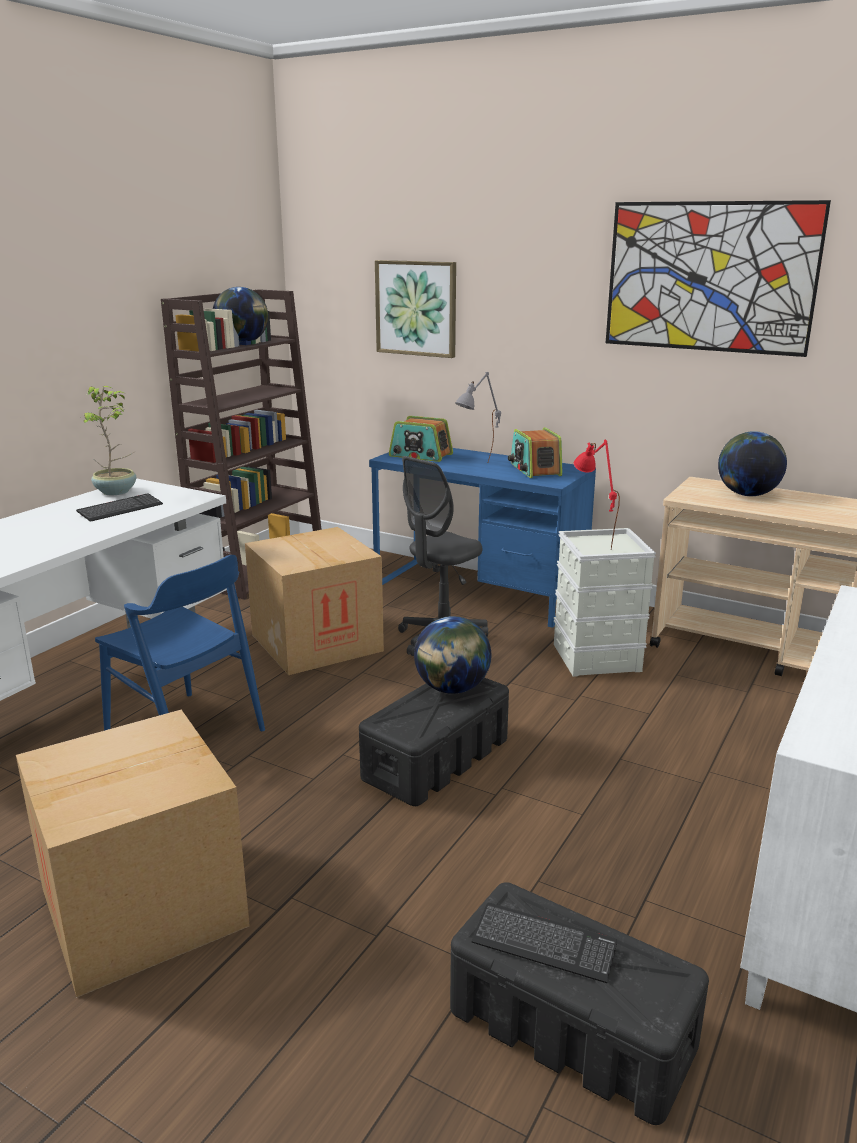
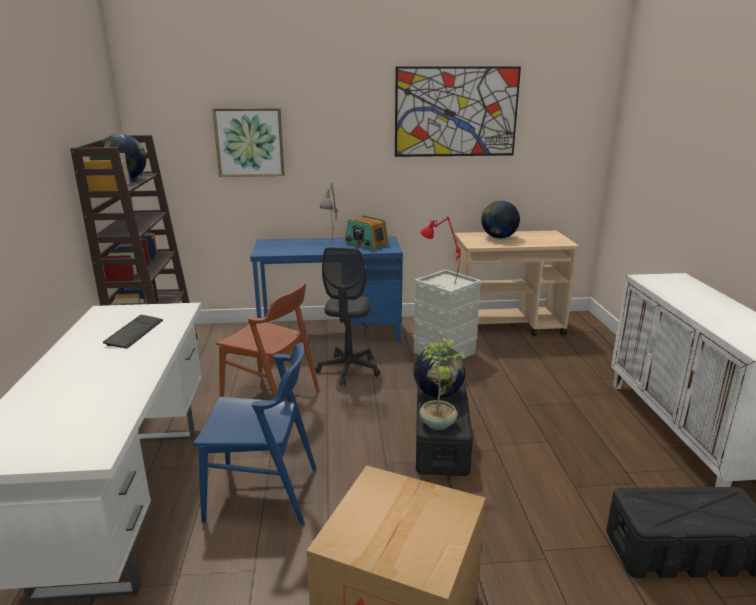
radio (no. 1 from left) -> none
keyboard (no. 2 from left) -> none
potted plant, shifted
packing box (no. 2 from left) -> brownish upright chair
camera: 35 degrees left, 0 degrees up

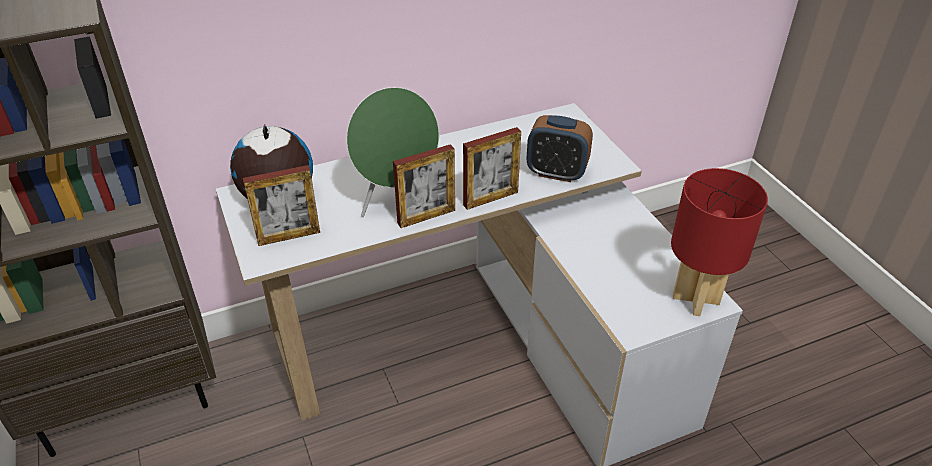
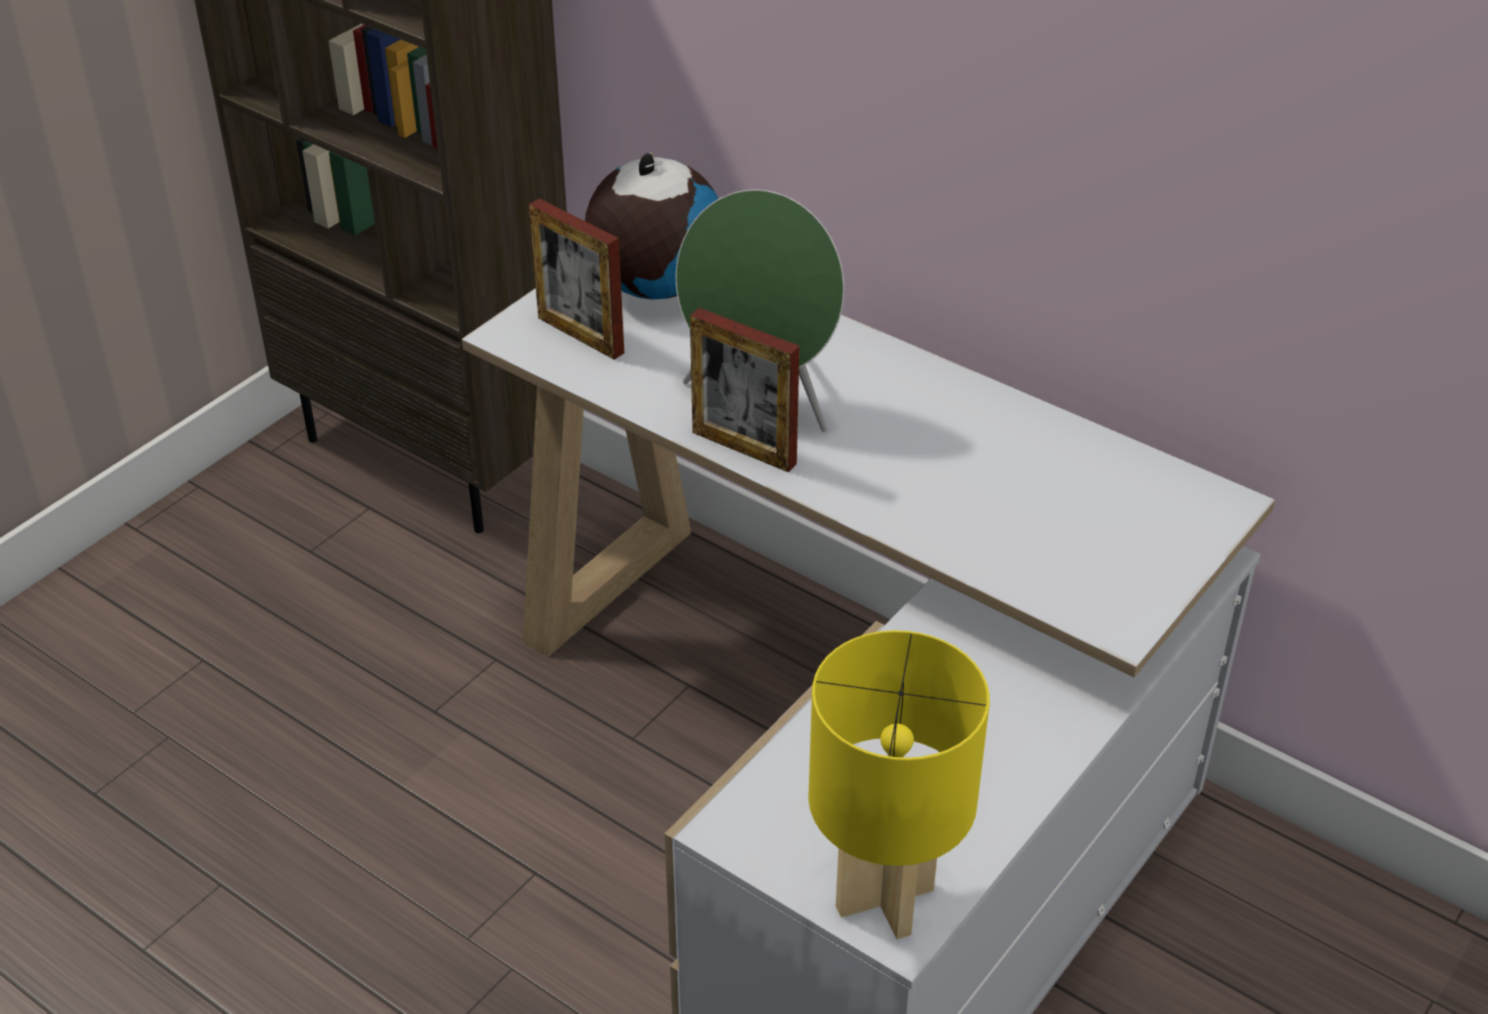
standing frame (no. 3 from left) -> none
bedside clock -> none
reddish table lamp -> yellow-coloured table lamp
camera: 60 degrees right, 0 degrees up

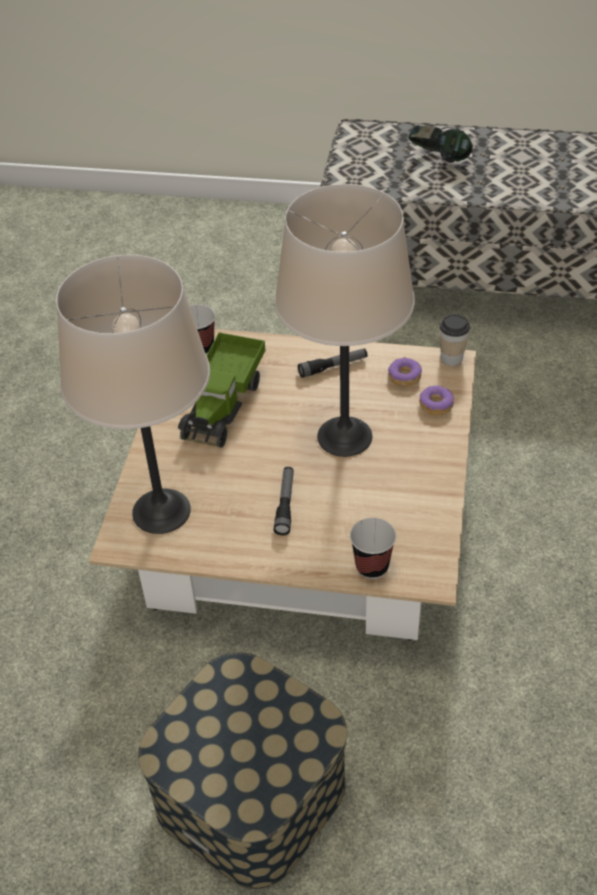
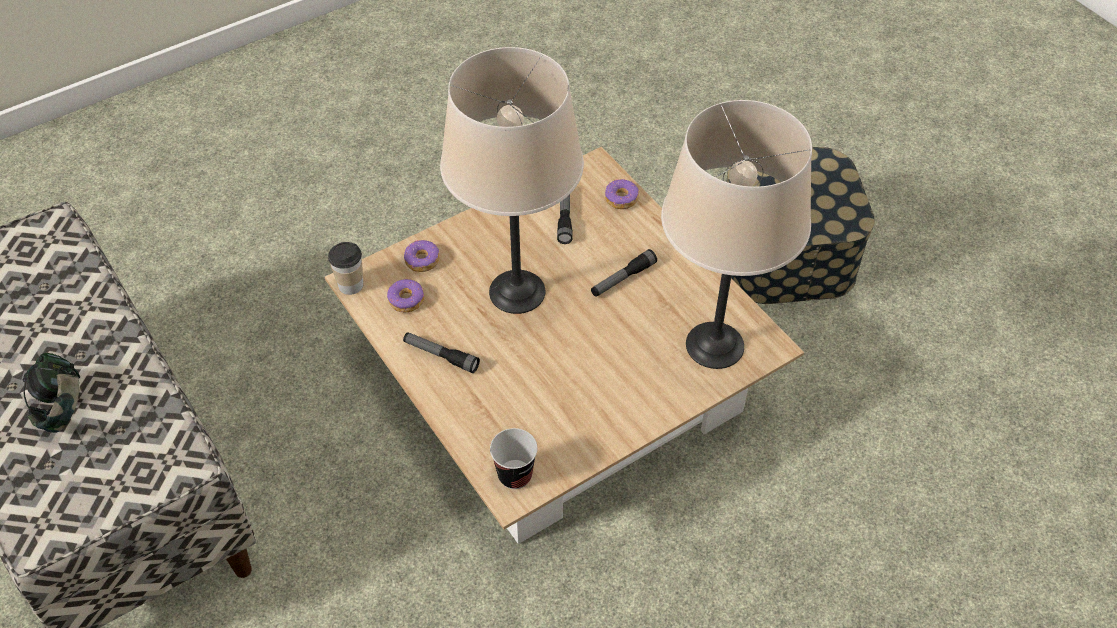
toy lorry -> none
none -> torch (no. 2 from left)
cup (no. 2 from left) -> ring doughnut (no. 3 from left)
camera: 135 degrees left, 5 degrees up

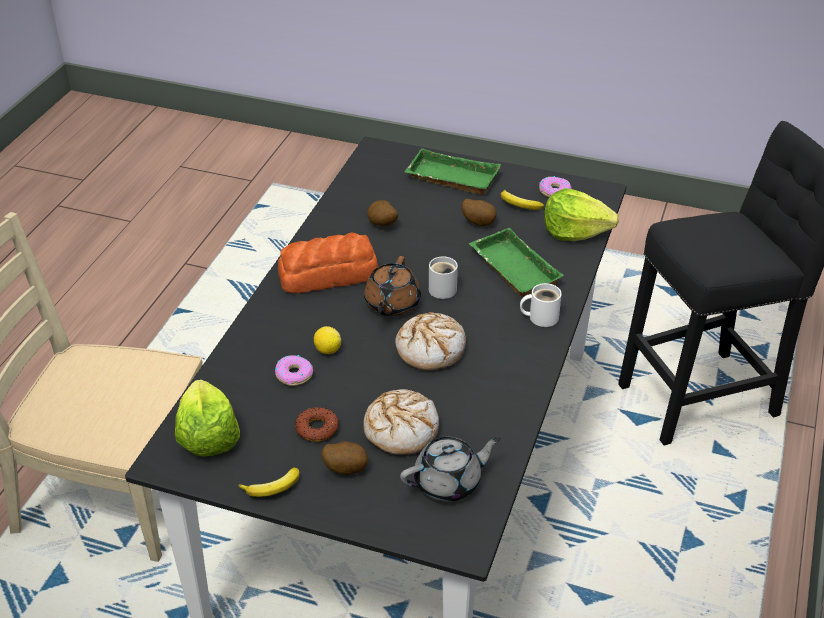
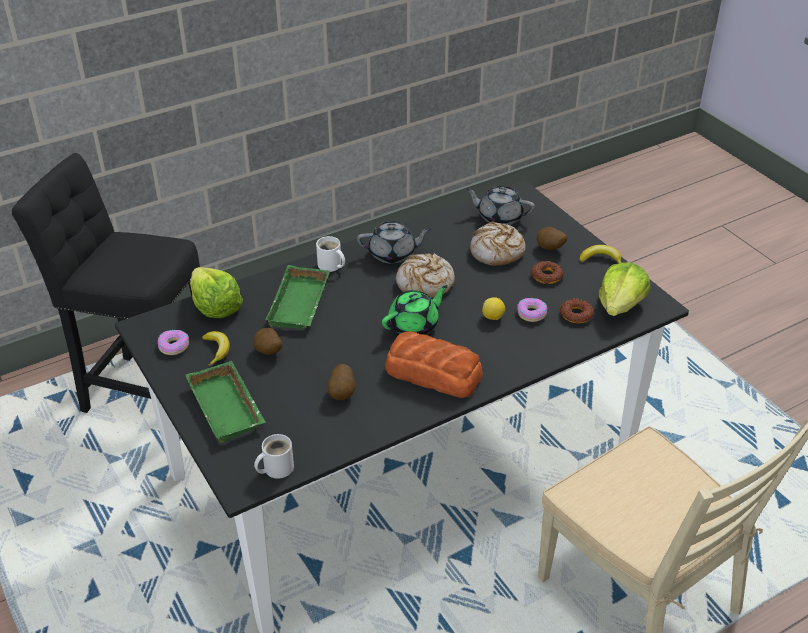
none -> grey teapot (no. 1 from left)
none -> ring doughnut (no. 4 from left)
white mug (no. 1 from left), shifted
brownish teapot -> green-coloured teapot
camera: 140 degrees left, 0 degrees up

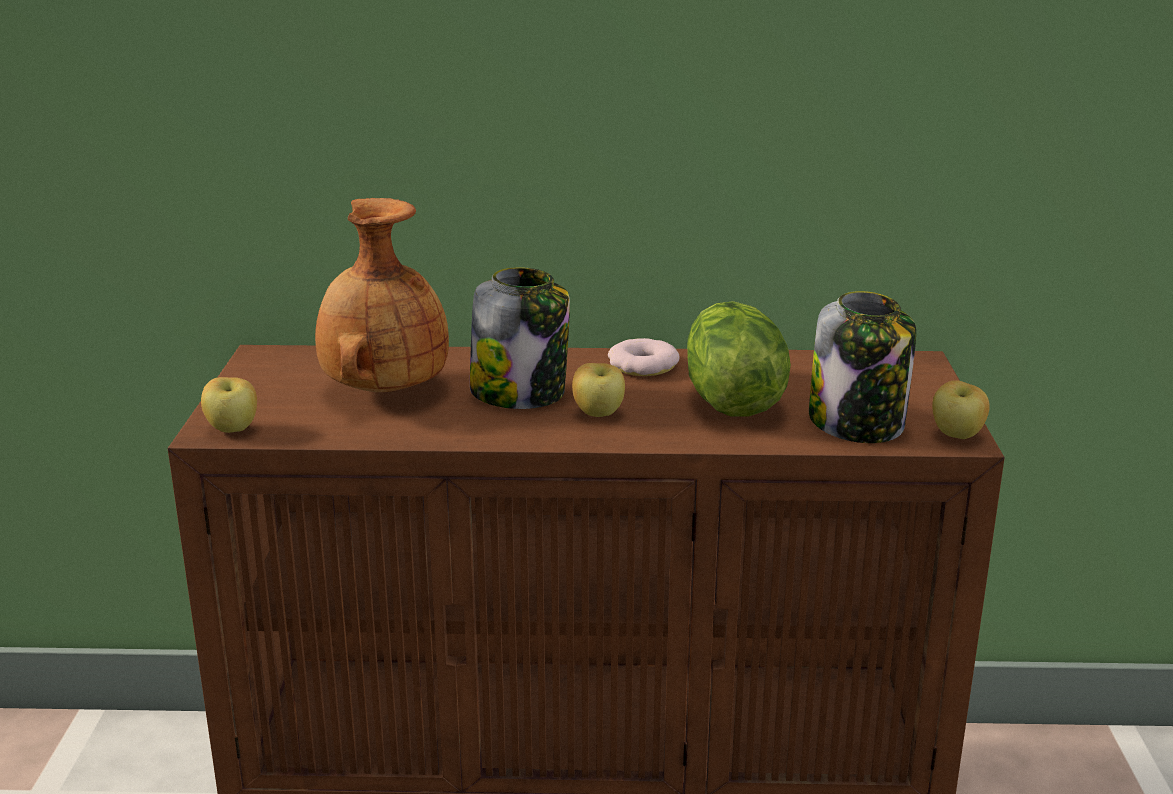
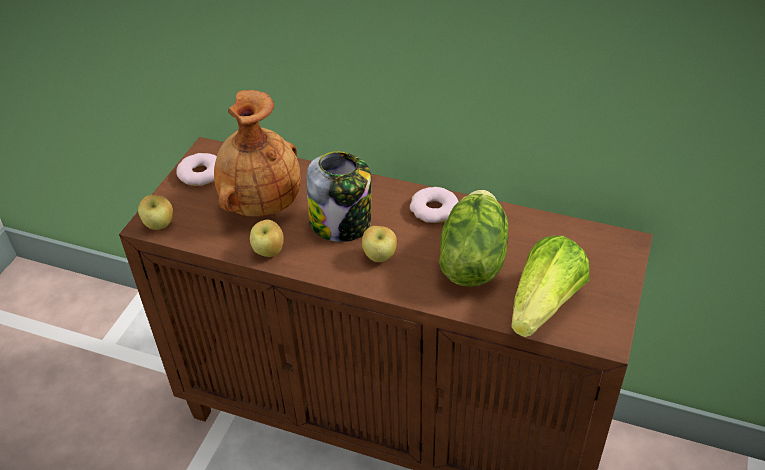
none -> ring doughnut (no. 1 from left)
apple (no. 3 from left in the first image) -> apple (no. 2 from left), shifted
jar (no. 2 from left) -> lettuce (no. 2 from left)
camera: 20 degrees right, 20 degrees up

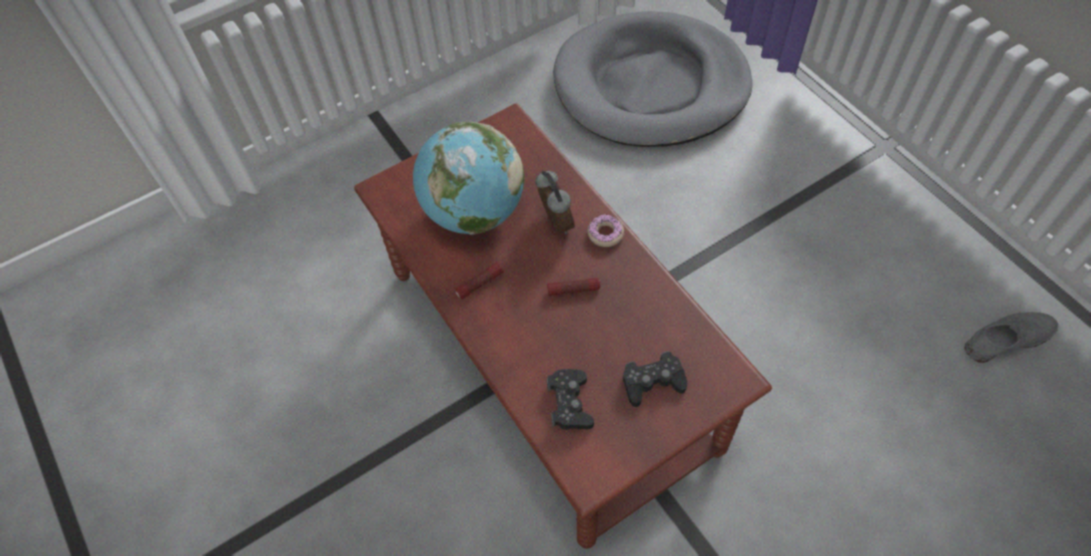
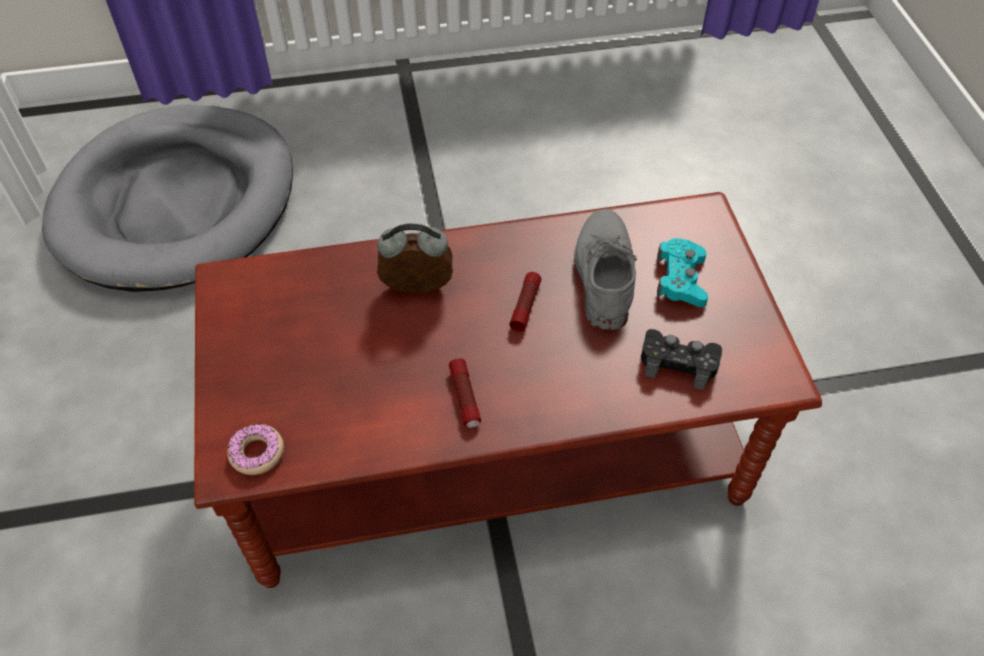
world globe -> none
ring doughnut, shifted
grey item of footwear, shifted
black-coloured game controller (no. 2 from left) -> turquoise game controller
camera: 70 degrees left, 5 degrees down

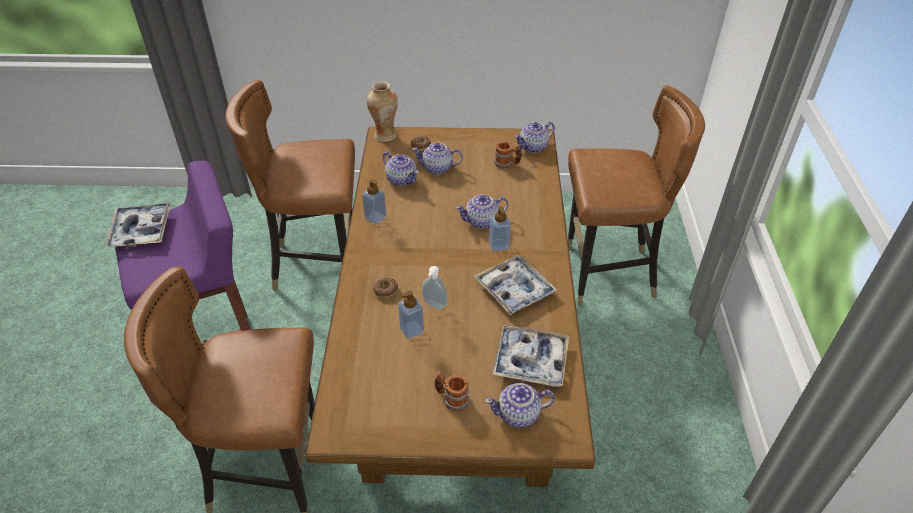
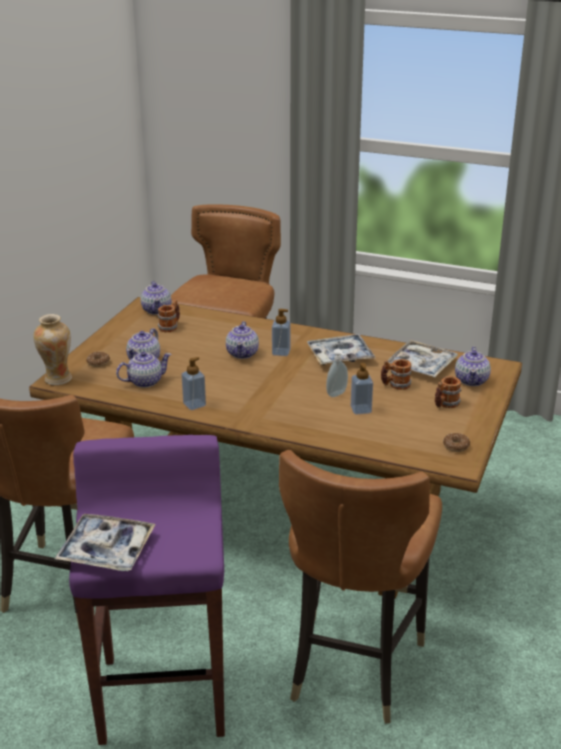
none -> mug (no. 2 from left)
ring doughnut (no. 1 from left in the first image) -> ring doughnut (no. 2 from left), shifted
camera: 70 degrees left, 15 degrees down

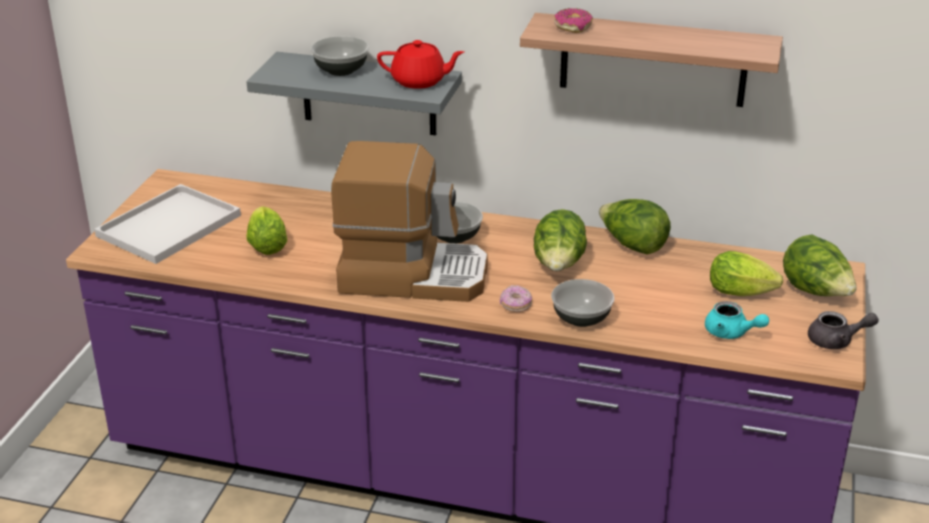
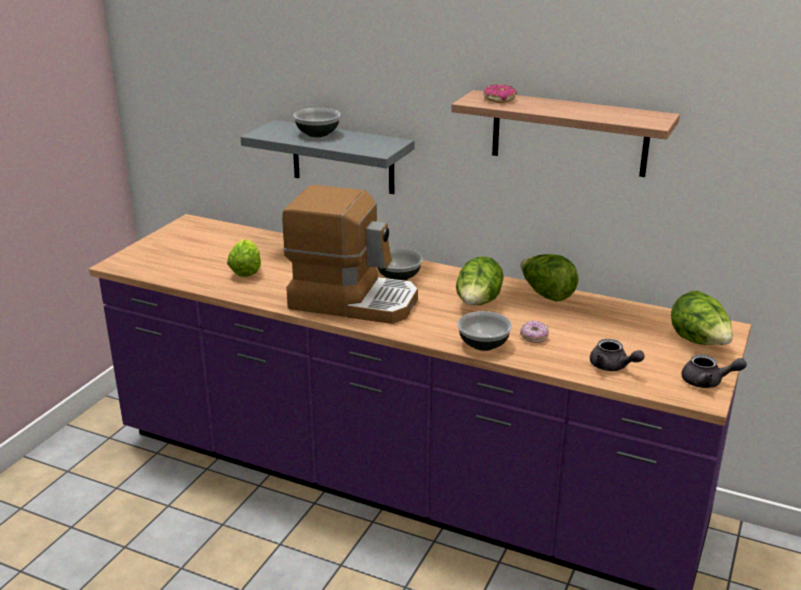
white serving tray -> none
reddish teapot -> none
lettuce (no. 4 from left) -> none
ring doughnut (no. 1 from left in the first image) -> ring doughnut (no. 2 from left), shifted
turquoise teapot -> grey teapot (no. 1 from left)
camera: 10 degrees right, 5 degrees down

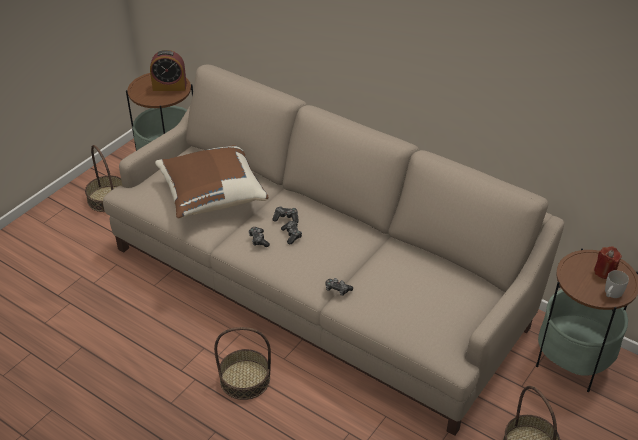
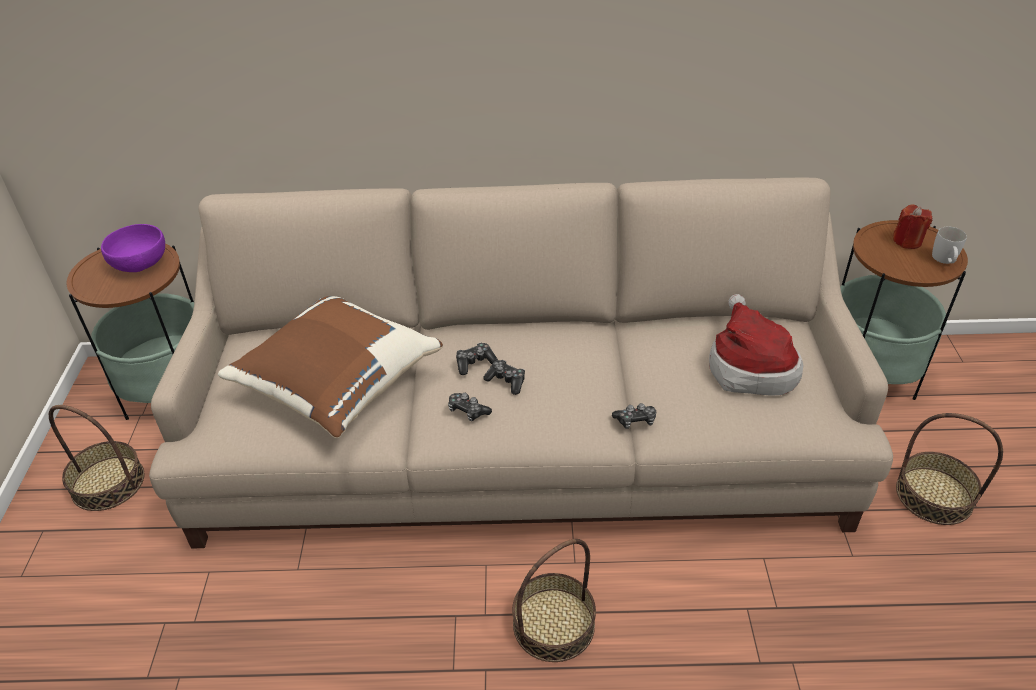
none -> wearable hat
bedside clock -> purplish bowl
camera: 35 degrees left, 0 degrees up

